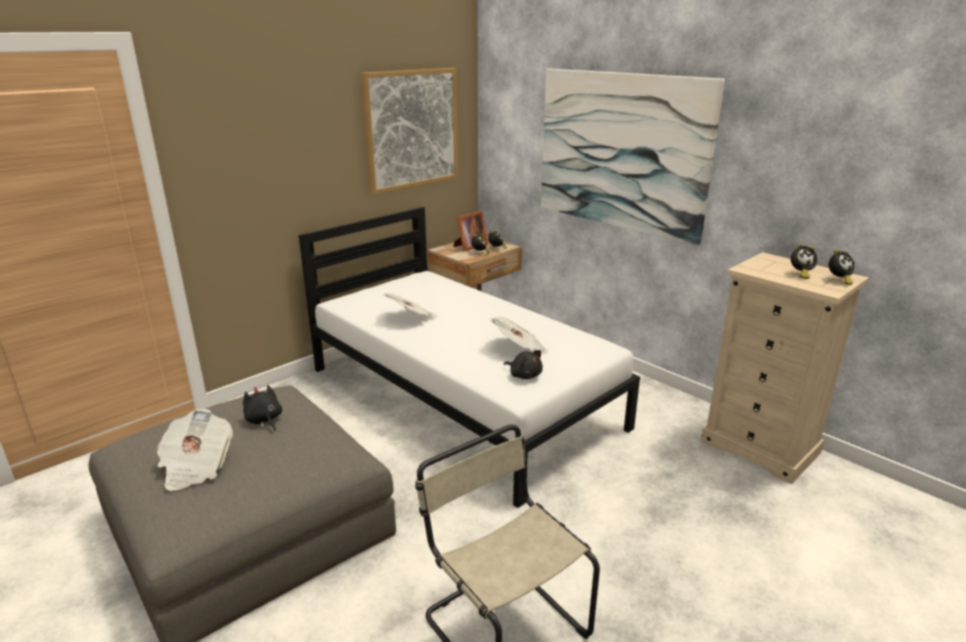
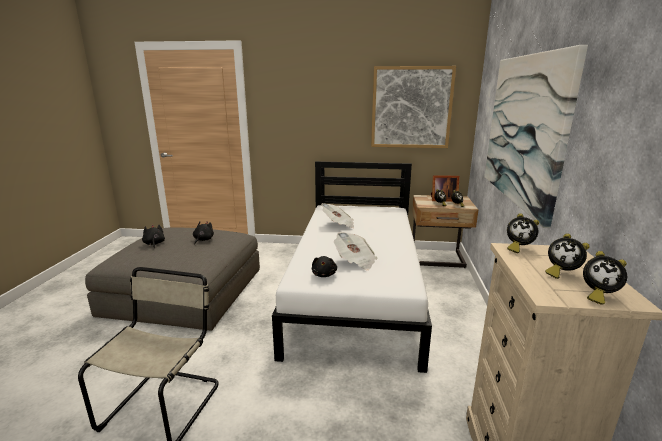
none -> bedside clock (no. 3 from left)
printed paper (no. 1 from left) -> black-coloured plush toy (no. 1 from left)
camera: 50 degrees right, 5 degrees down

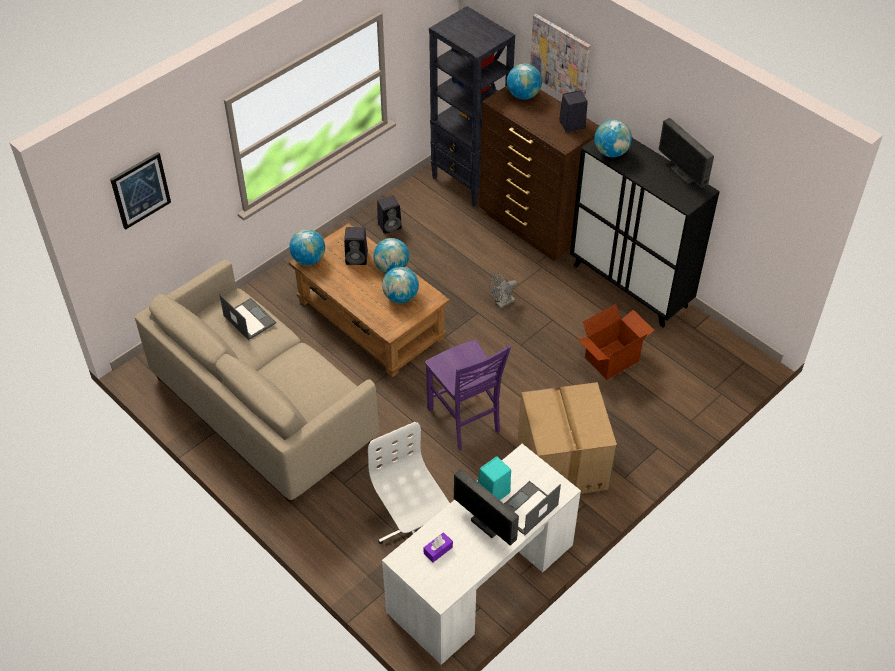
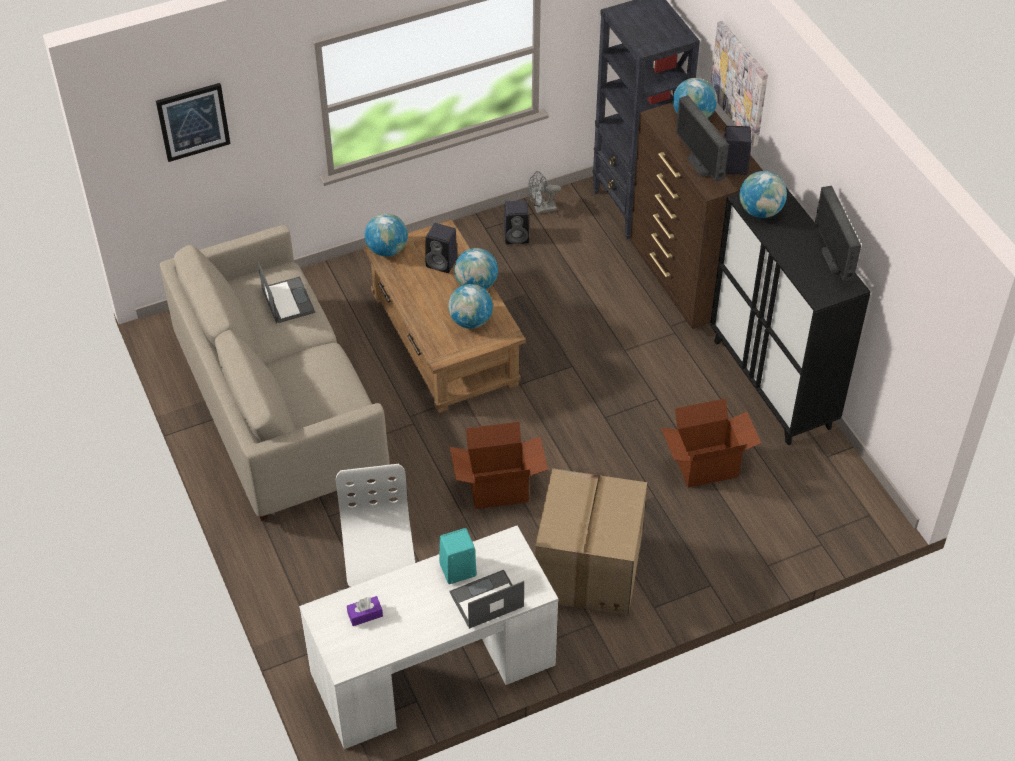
computer display (no. 1 from left), shifted
grey fan, shifted
purplish upright chair -> packing box (no. 1 from left)
camera: 20 degrees right, 0 degrees up

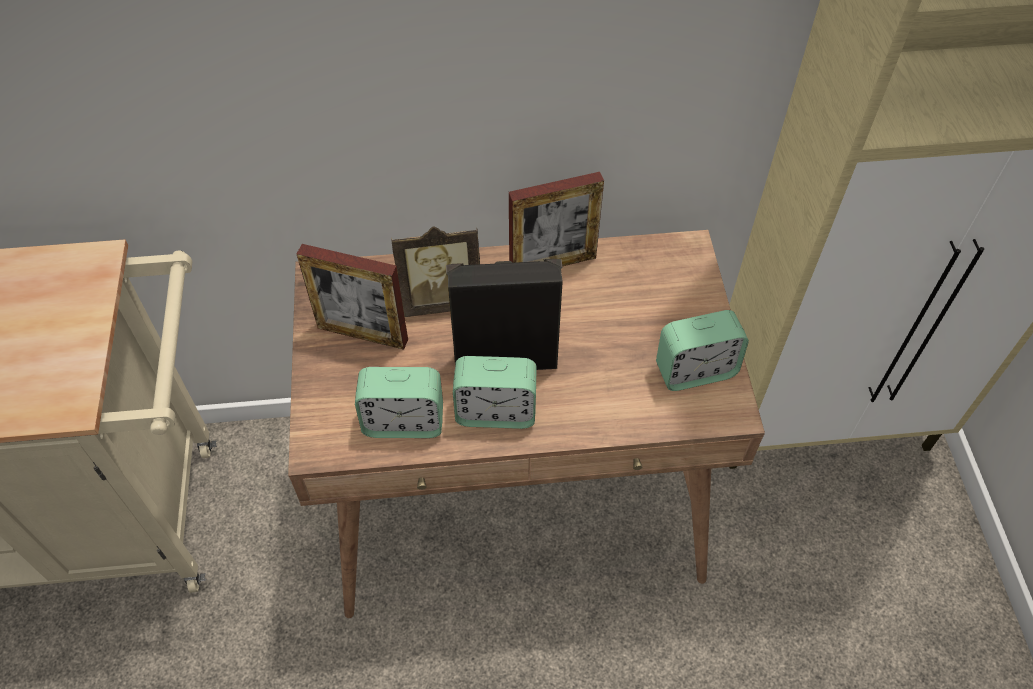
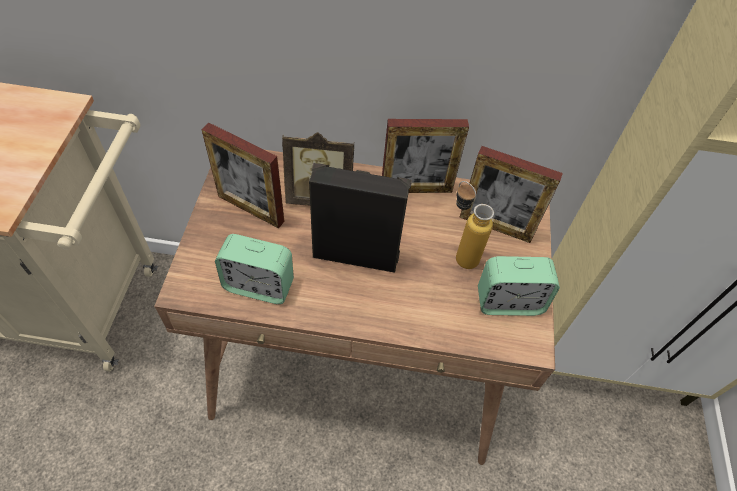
bedside clock (no. 2 from left) -> none
none -> drink bottle
none -> standing frame (no. 4 from left)
camera: 10 degrees right, 0 degrees up

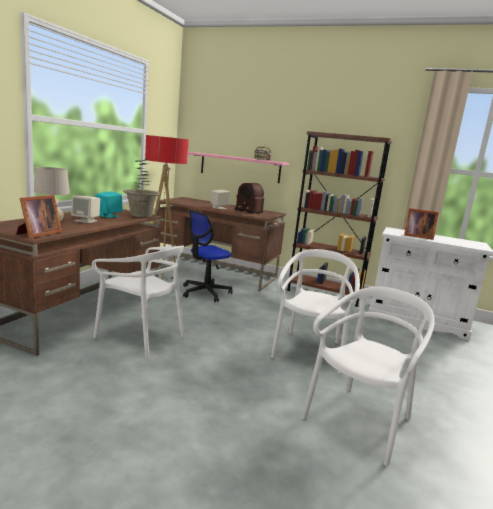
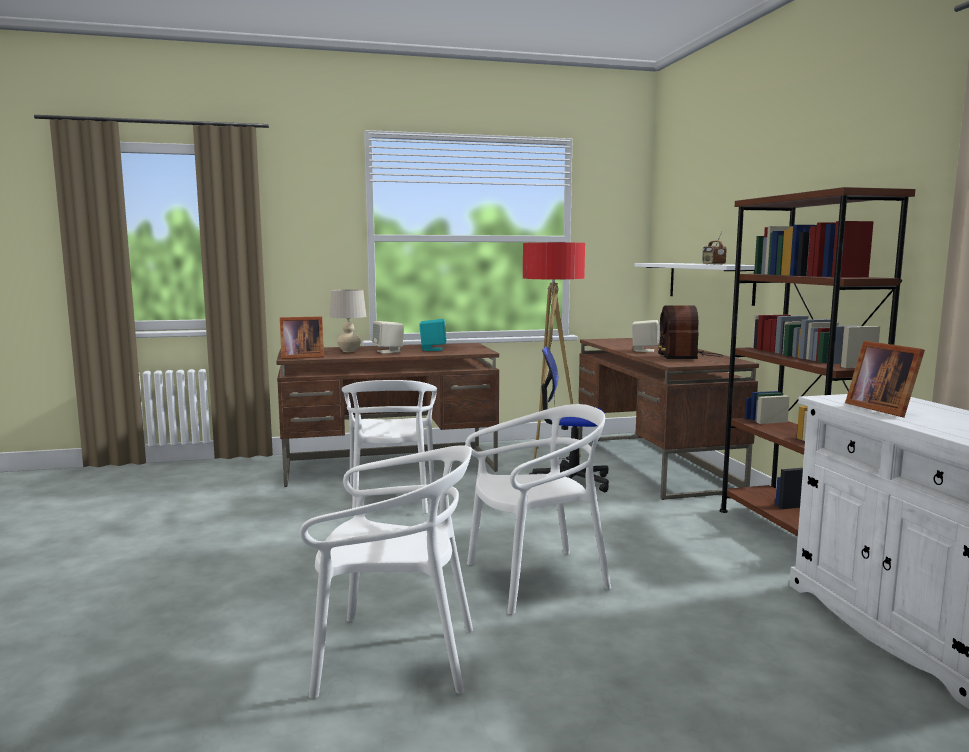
potted plant -> none
pink-coloured shelf -> white shelf
camera: 55 degrees right, 5 degrees down

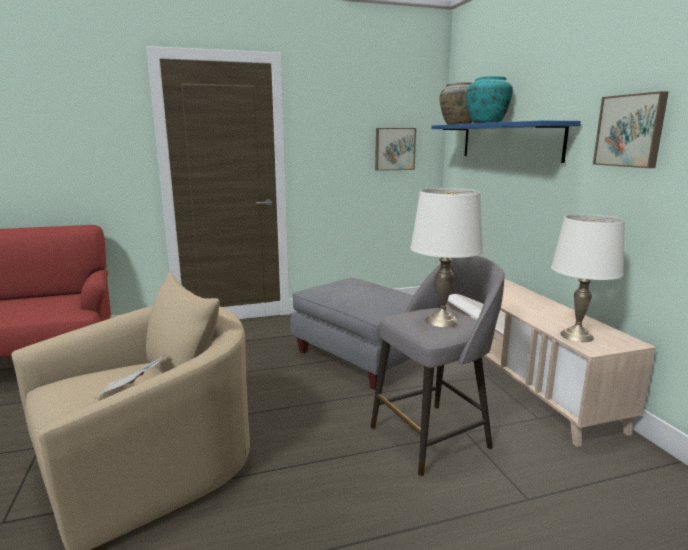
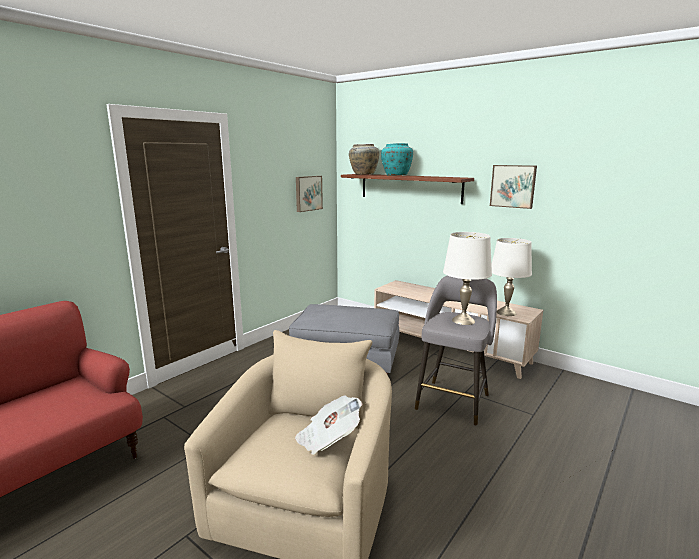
blue shelf -> brownish shelf
camera: 35 degrees left, 0 degrees up

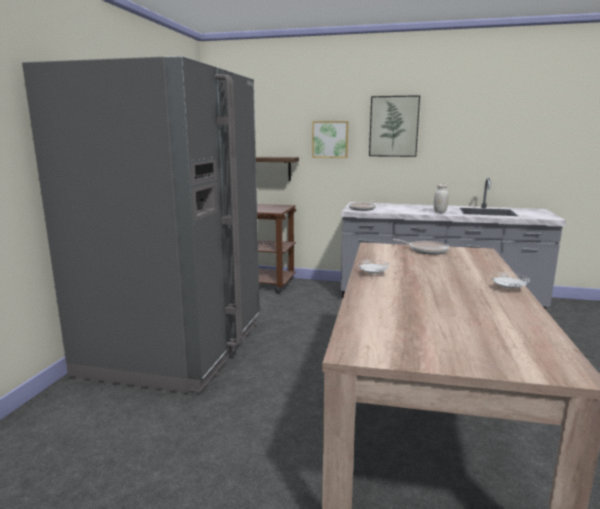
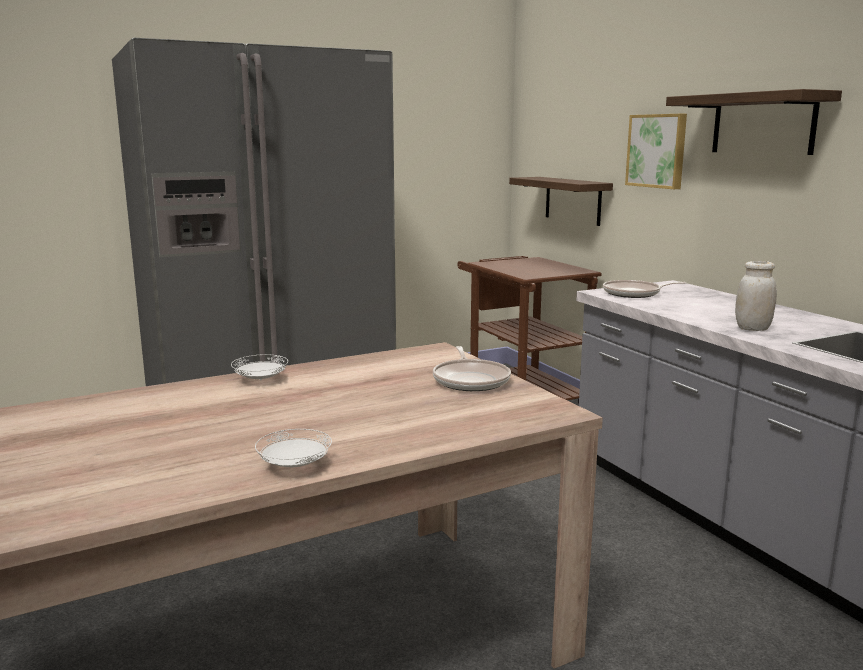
wall picture (no. 2 from left) -> shelf (no. 2 from left)
camera: 50 degrees right, 0 degrees up

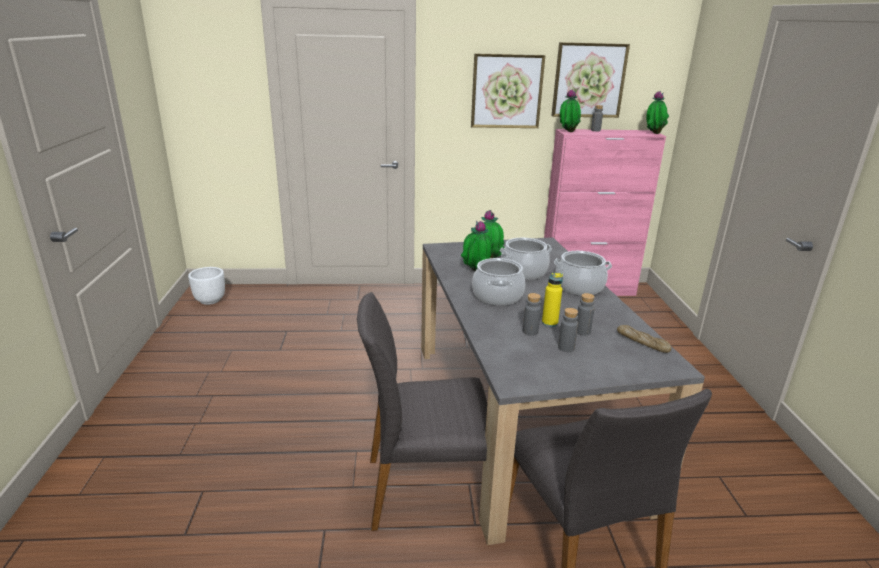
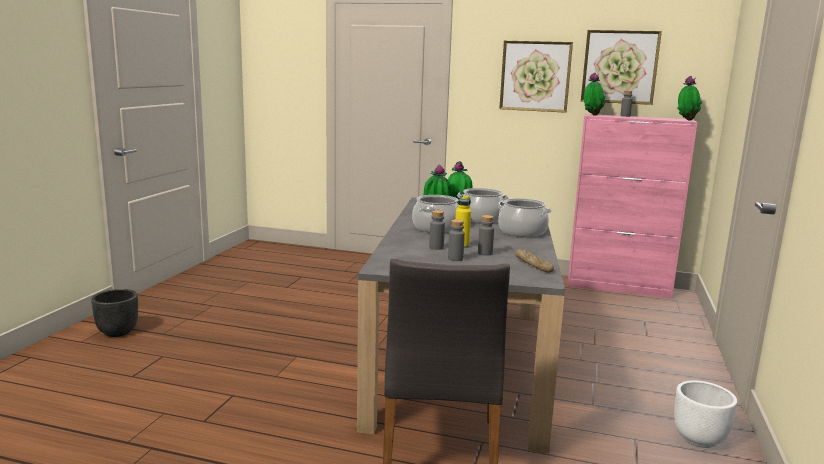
grey upright chair (no. 1 from left) -> none
none -> black-coloured flower pot
white flower pot, shifted
camera: 20 degrees right, 10 degrees down

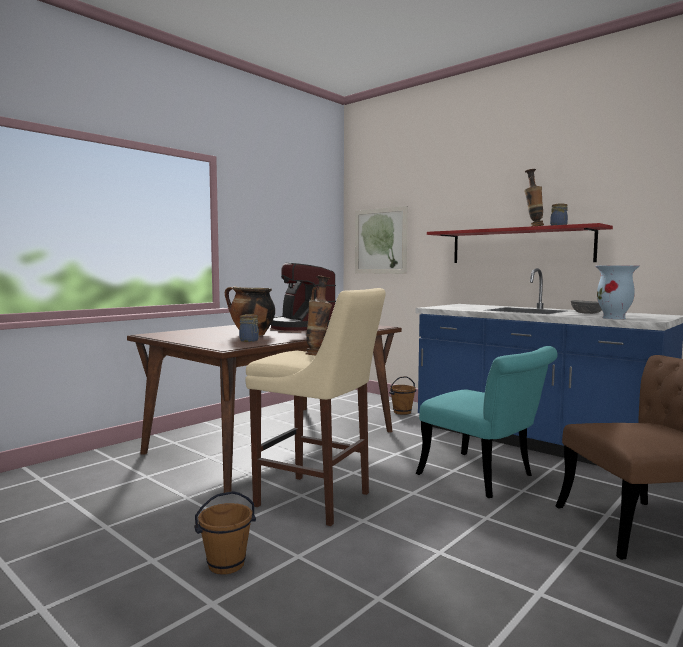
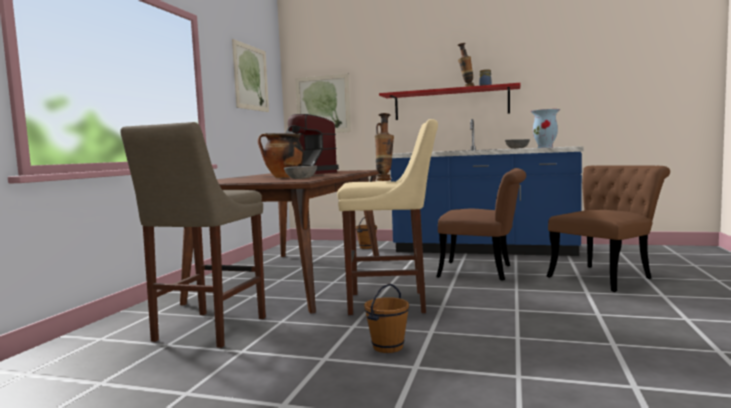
none -> beige sitting stool (no. 1 from left)
none -> wall picture (no. 1 from left)
jar (no. 1 from left) -> grey bowl (no. 1 from left)
turquoise upright chair -> brownish upright chair (no. 1 from left)
camera: 25 degrees left, 0 degrees up

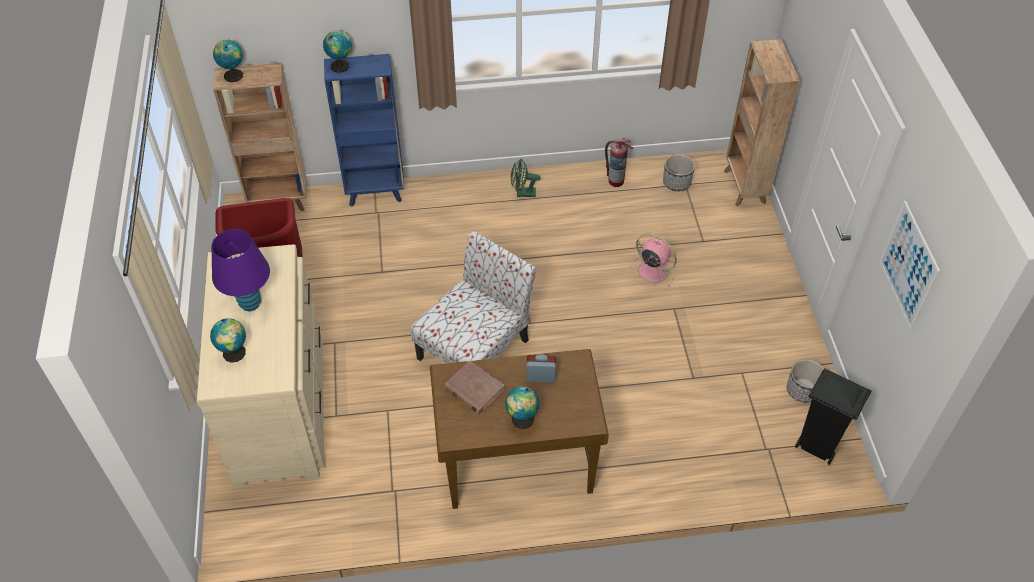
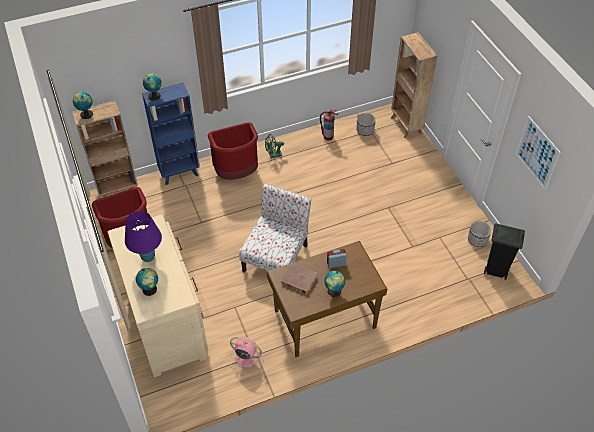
none -> reddish waste bin (no. 2 from left)
pink-coloured fan, shifted
camera: 15 degrees left, 0 degrees up

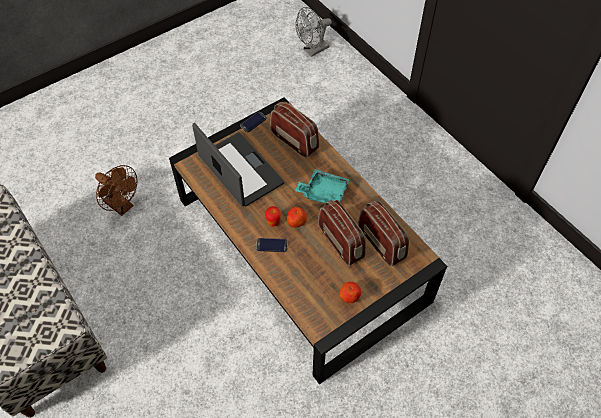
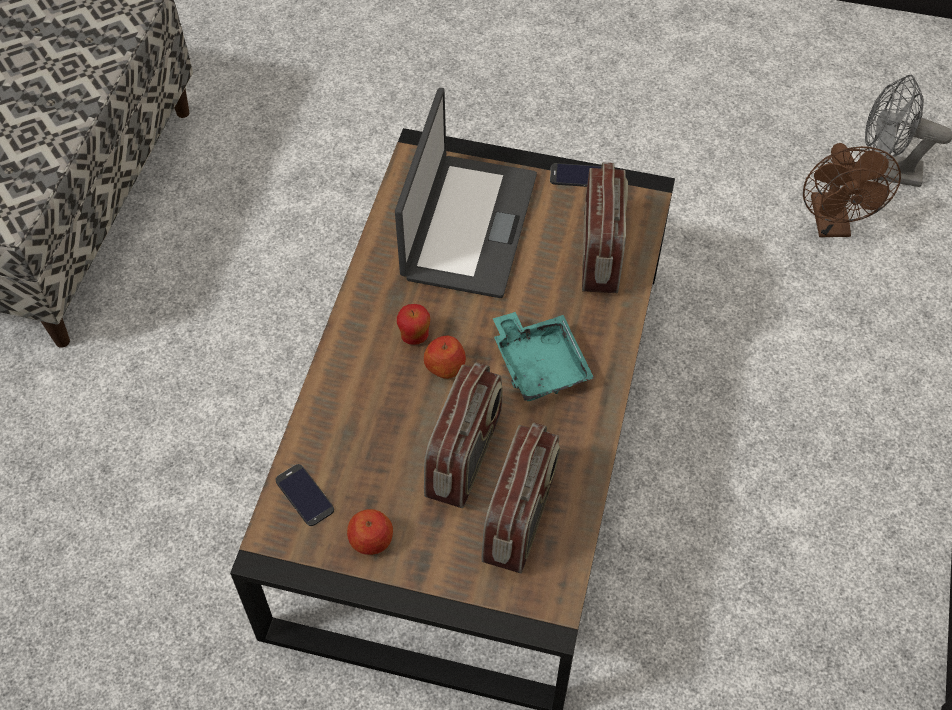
brownish fan, shifted
phone (no. 2 from left in the first image) -> phone (no. 1 from left), shifted
camera: 50 degrees right, 0 degrees up

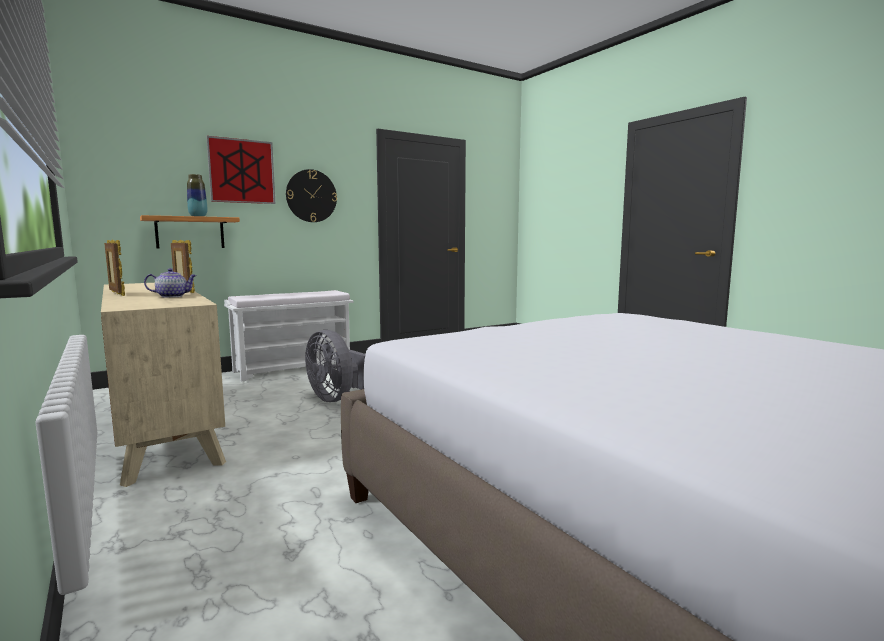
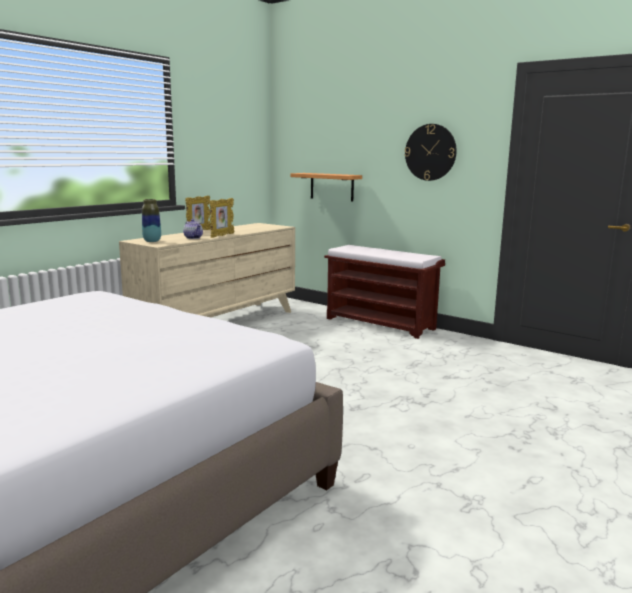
wall picture -> none
grey fan -> none
decorative vase, shifted
white long seat -> brownish long seat
camera: 70 degrees right, 5 degrees up

